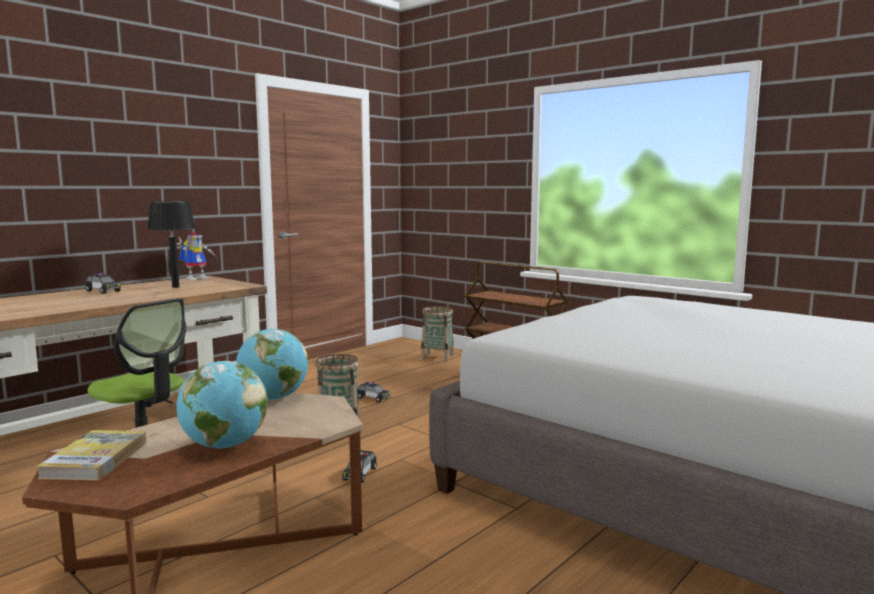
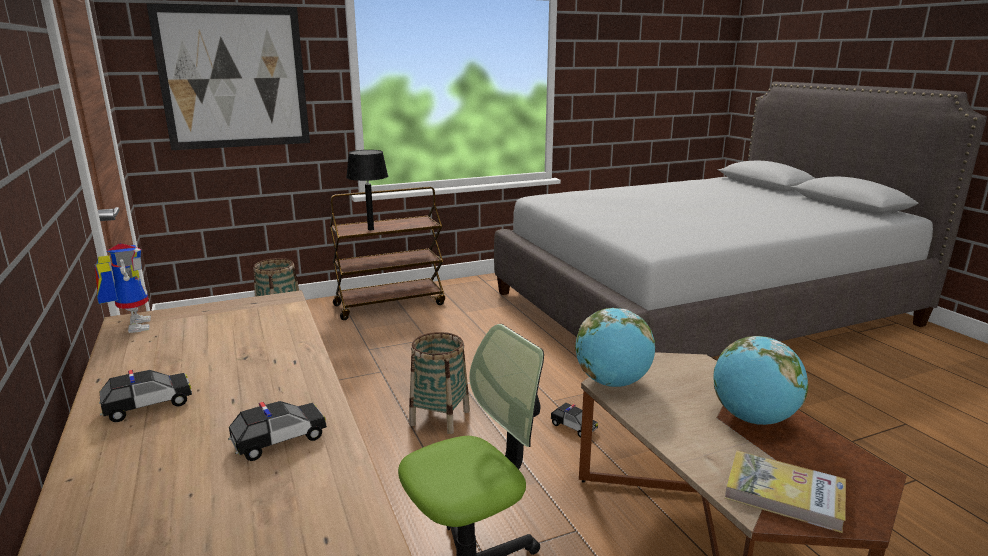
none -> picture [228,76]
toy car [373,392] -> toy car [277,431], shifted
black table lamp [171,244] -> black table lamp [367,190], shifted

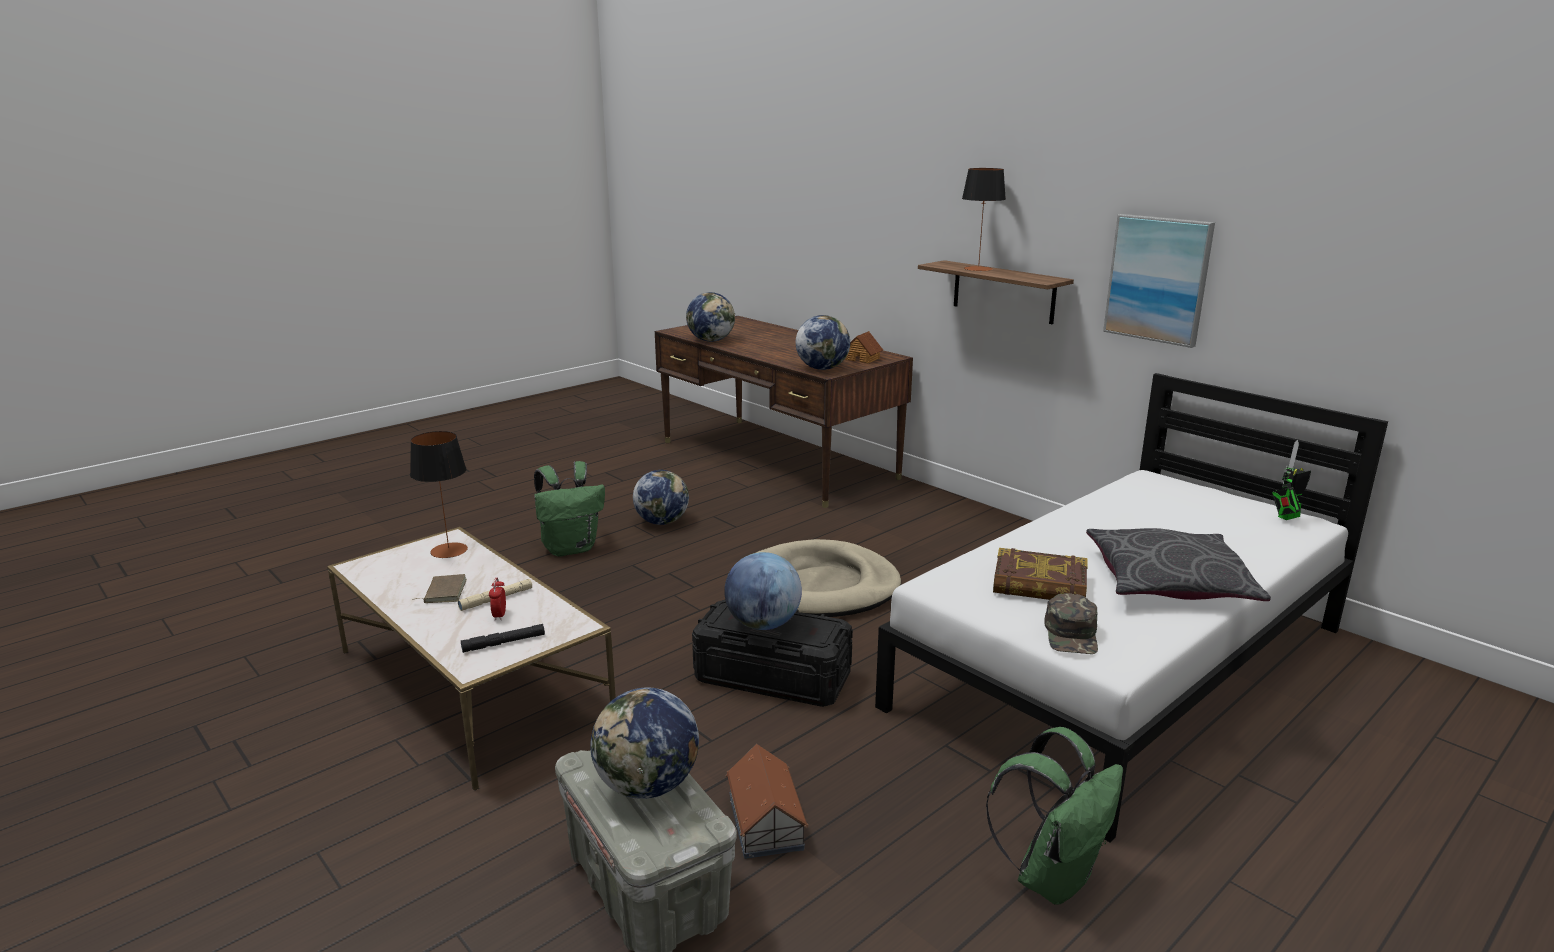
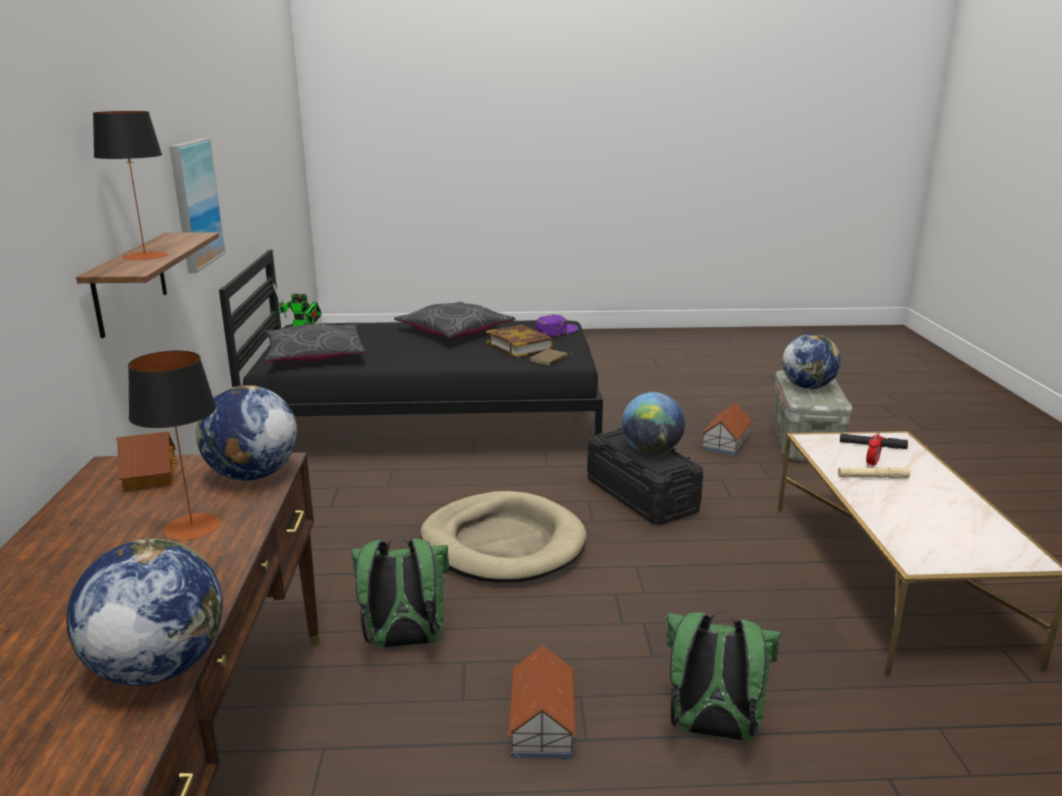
table lamp [439,494] -> table lamp [174,445], shifted
white bed [1131,607] -> black bed [411,343]
none -> grey pillow [315,343]
green backpack [1054,816] -> green backpack [400,592], shifted
globe [661,497] -> toy house [542,702]
brown book [441,588] -> brown book [551,357], shifted
green cap [1071,623] -> purple cap [556,325]

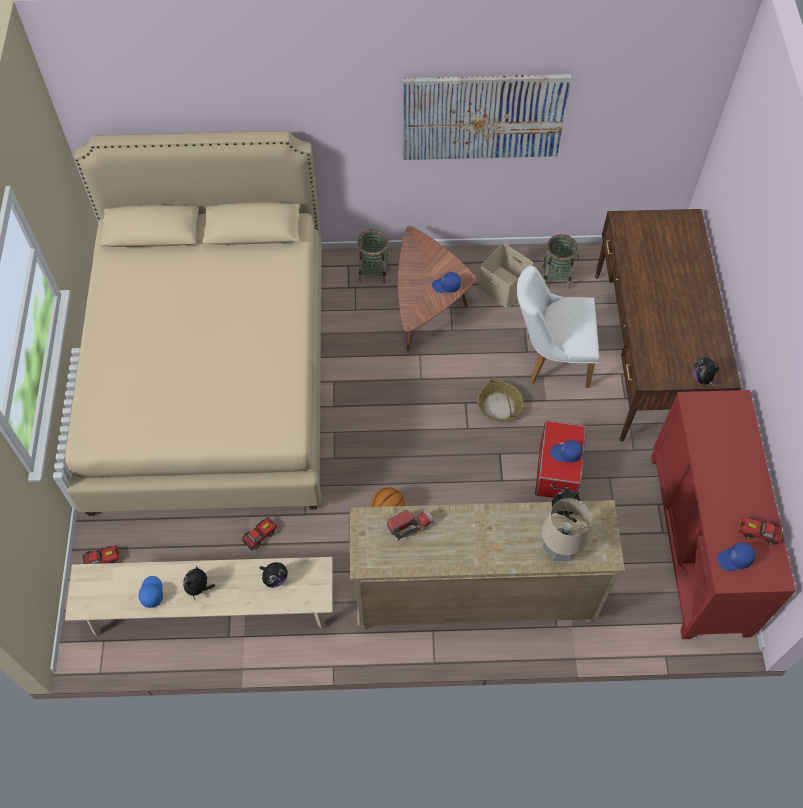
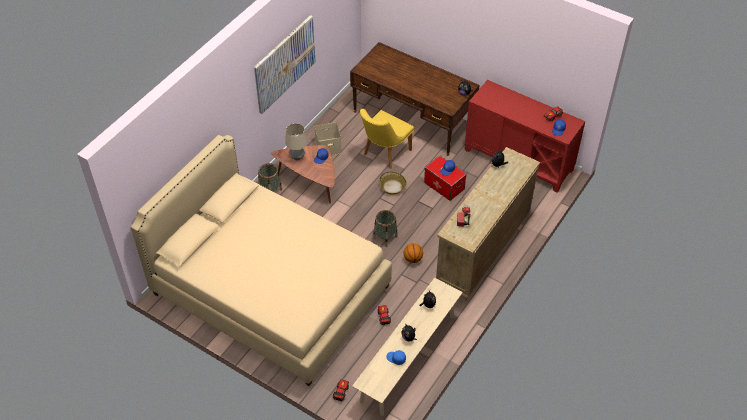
table lamp [566,529] -> table lamp [296,141], shifted
white chair [558,326] -> yellow chair [387,139]
basket [560,261] -> basket [385,228], shifted

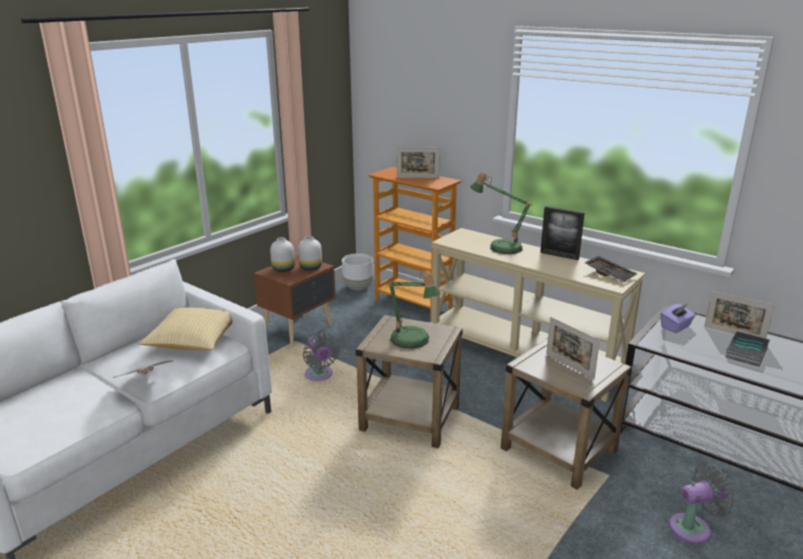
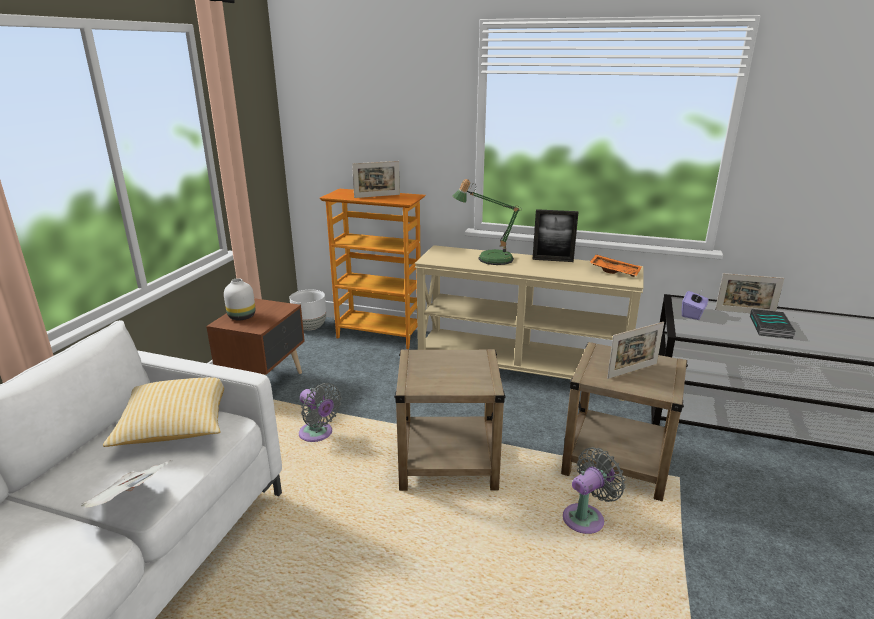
grey fan [702,503] -> grey fan [594,490], shifted
black tray [611,269] -> orange tray [615,265]
picture frame [573,348] -> picture frame [635,350], 60 degrees counterclockwise
white vase [310,253] -> none
table lamp [414,310] -> none

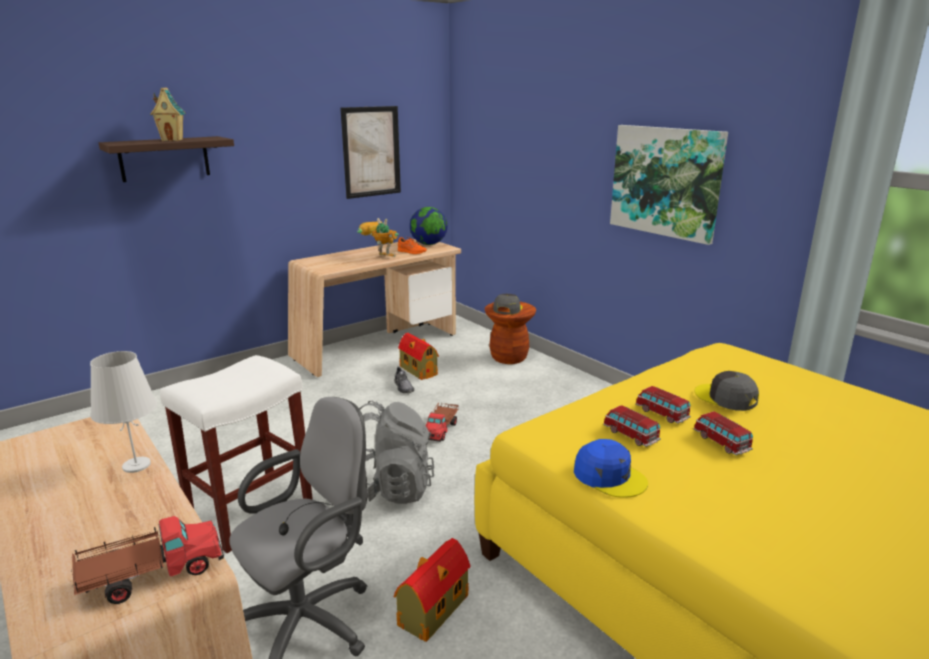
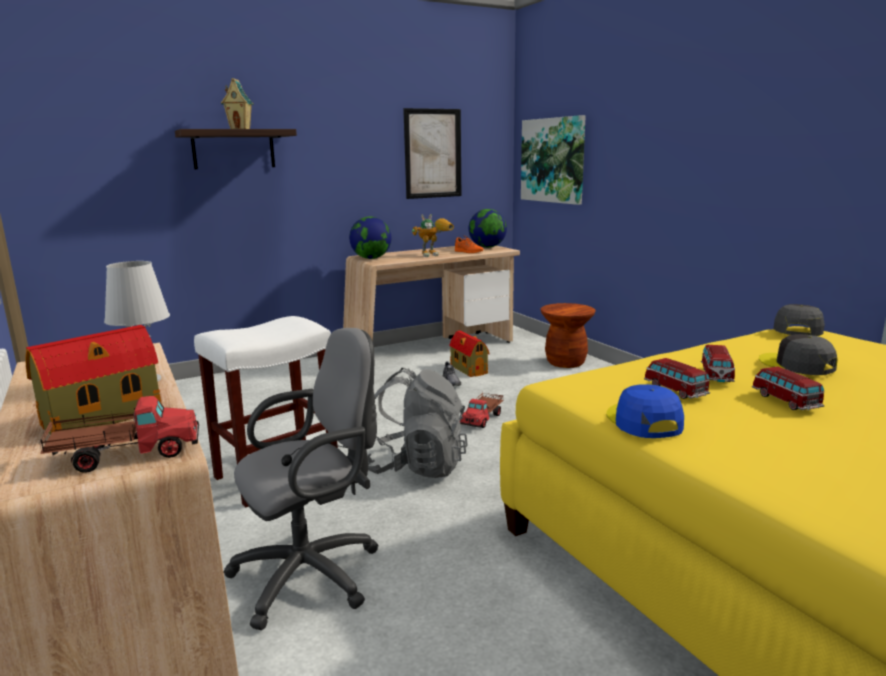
toy house [432,590] -> toy house [93,380], shifted
none -> globe [370,238]
toy robot [378,237] -> toy robot [433,235], 120 degrees clockwise
picture [669,185] -> picture [553,160], shifted
blue cap [611,468] -> blue cap [645,411], 150 degrees counterclockwise
toy car [663,405] -> toy car [718,363], 135 degrees counterclockwise
grey cap [508,304] -> grey cap [799,320], shifted

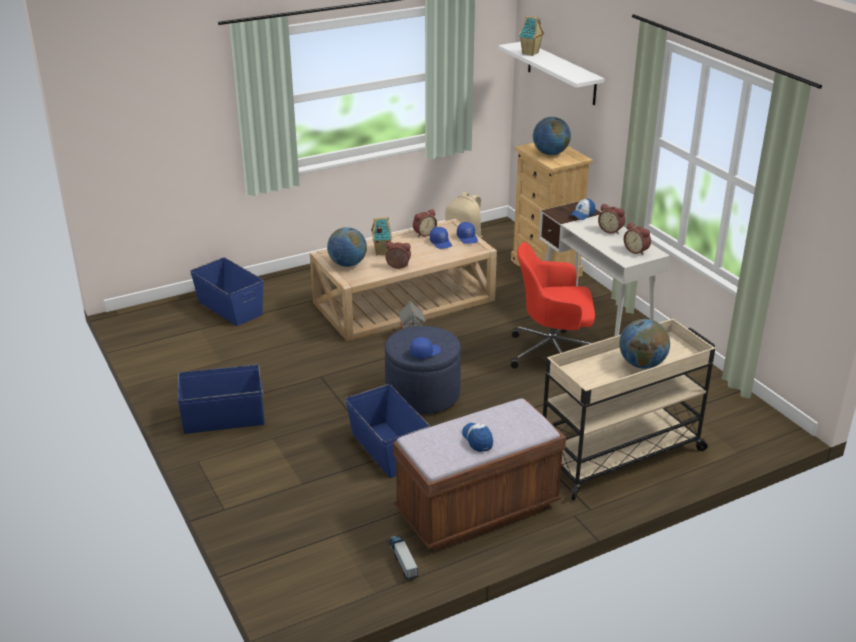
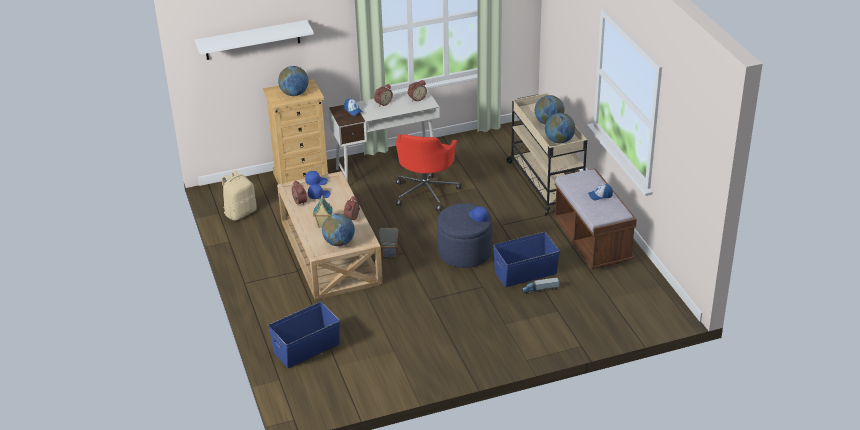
toy truck [403,558] -> toy truck [541,285], shifted
none -> globe [560,128]
blue storage box [221,399] -> none
toy house [531,35] -> none

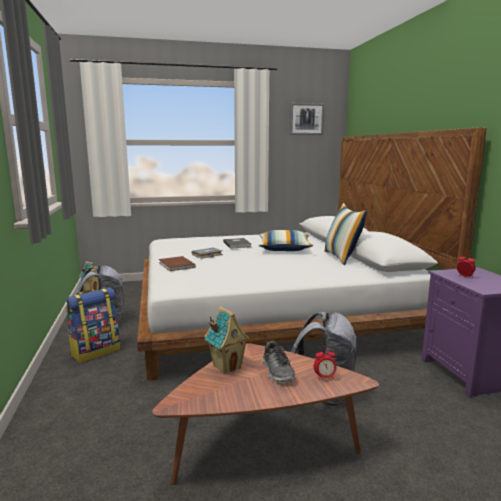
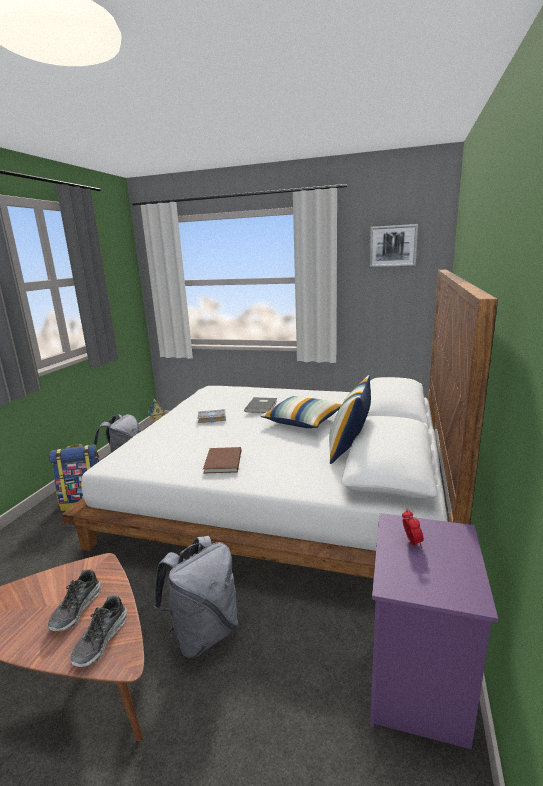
alarm clock [325,364] -> shoe [98,631]
brown book [177,263] -> brown book [222,460], shifted
toy house [227,340] -> none

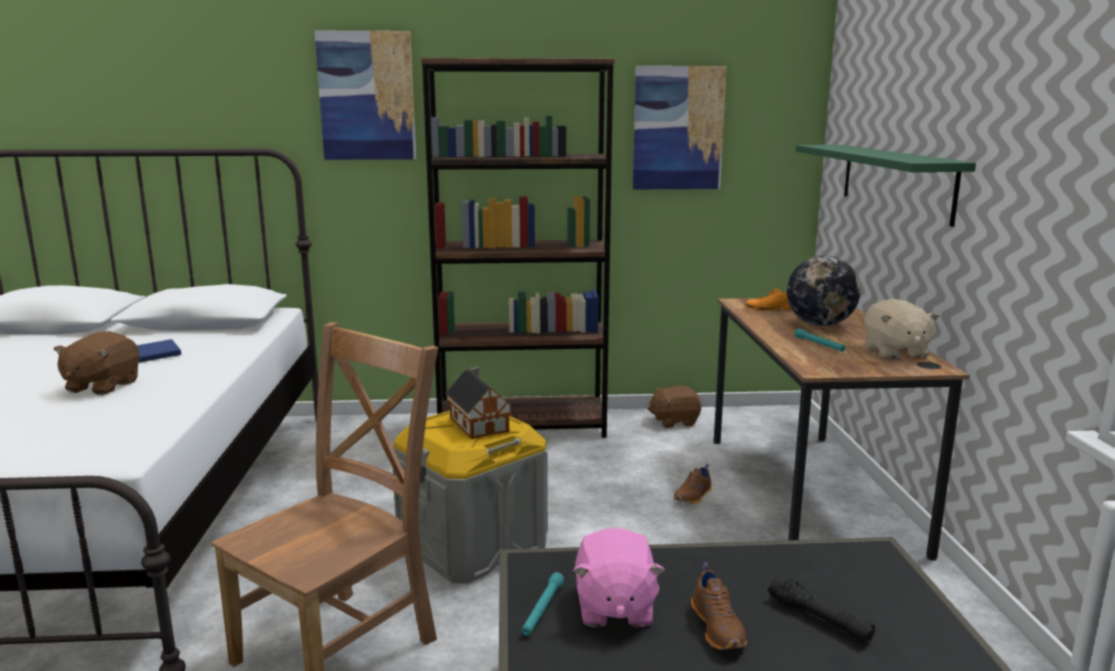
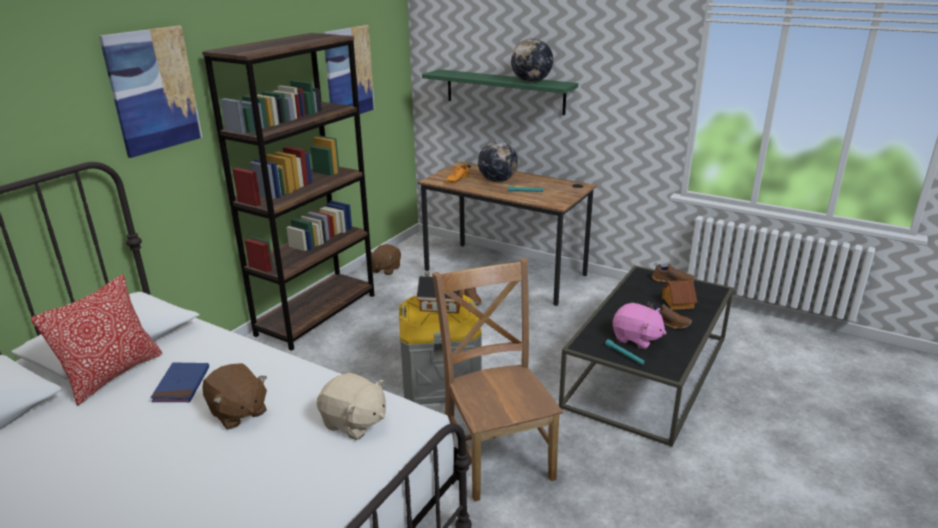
none -> pillow [96,340]
beige plush toy [902,329] -> beige plush toy [351,406], shifted
none -> globe [532,60]
none -> brown shoe [673,272]
black flashlight [821,608] -> toy house [680,295]

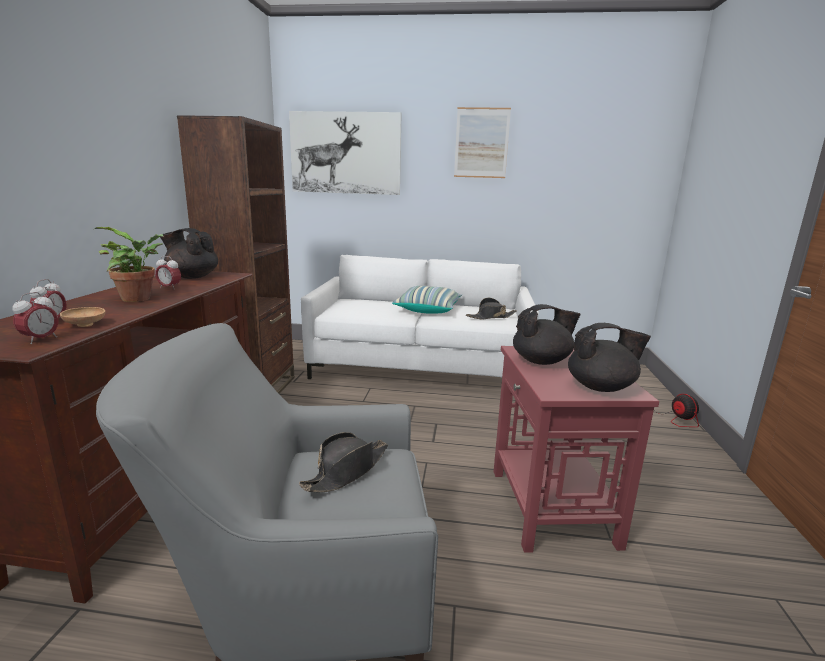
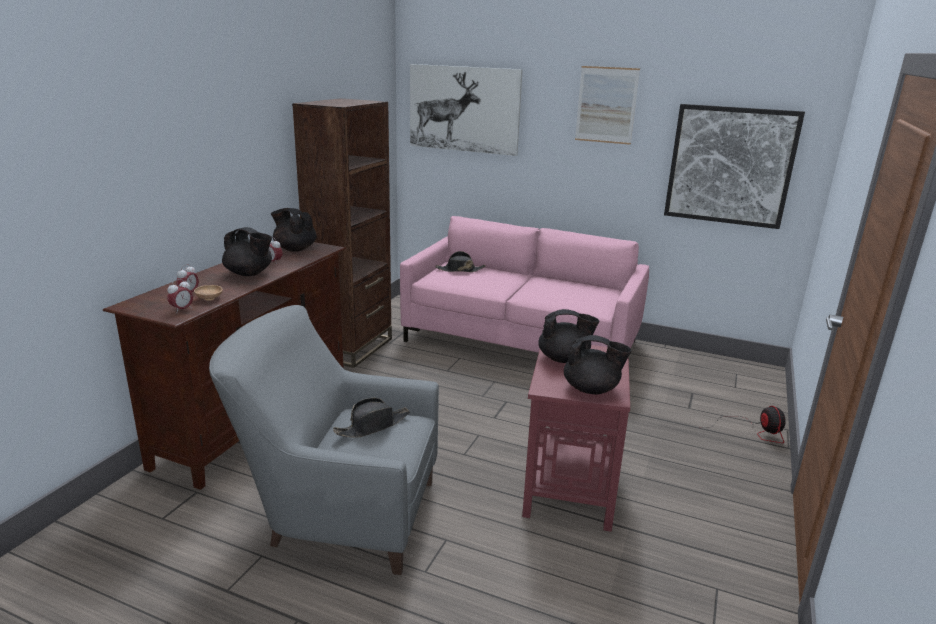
potted plant [128,264] -> black teapot [247,251]
white sofa [420,317] -> pink sofa [524,284]
black hat [491,308] -> black hat [460,261], shifted
none -> picture [734,166]
pillow [427,300] -> none

